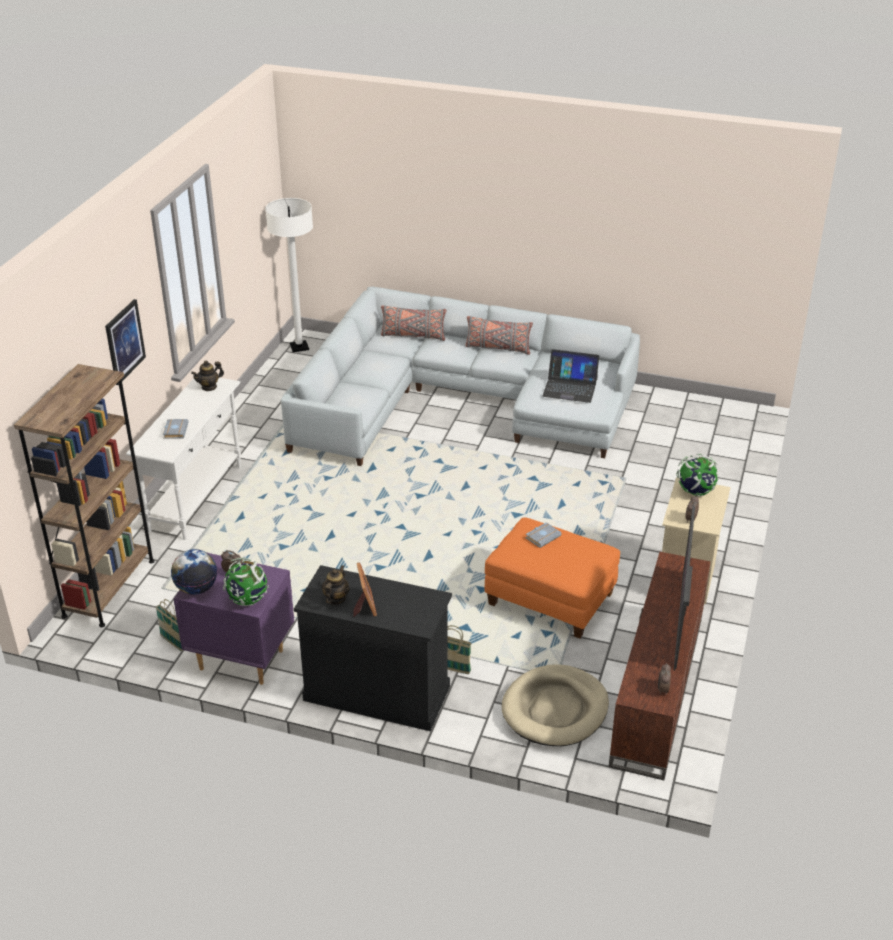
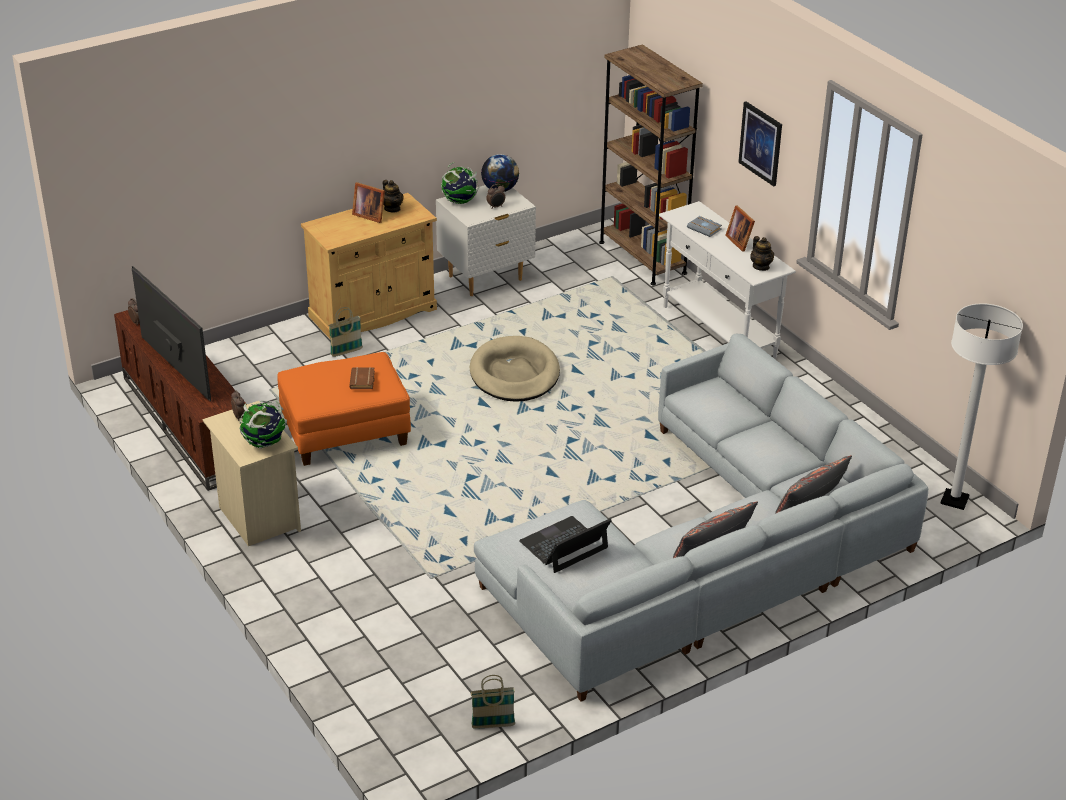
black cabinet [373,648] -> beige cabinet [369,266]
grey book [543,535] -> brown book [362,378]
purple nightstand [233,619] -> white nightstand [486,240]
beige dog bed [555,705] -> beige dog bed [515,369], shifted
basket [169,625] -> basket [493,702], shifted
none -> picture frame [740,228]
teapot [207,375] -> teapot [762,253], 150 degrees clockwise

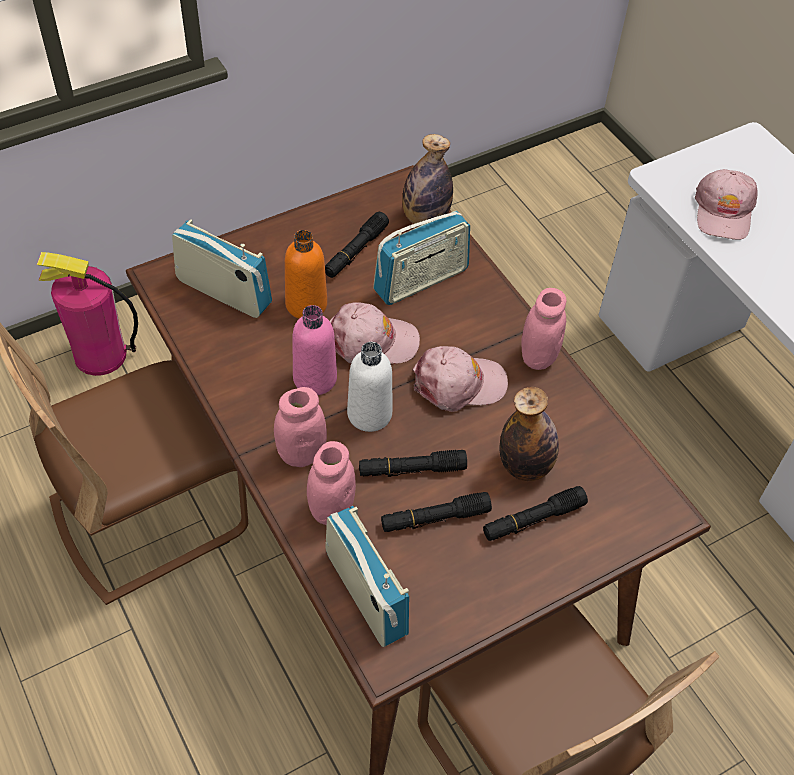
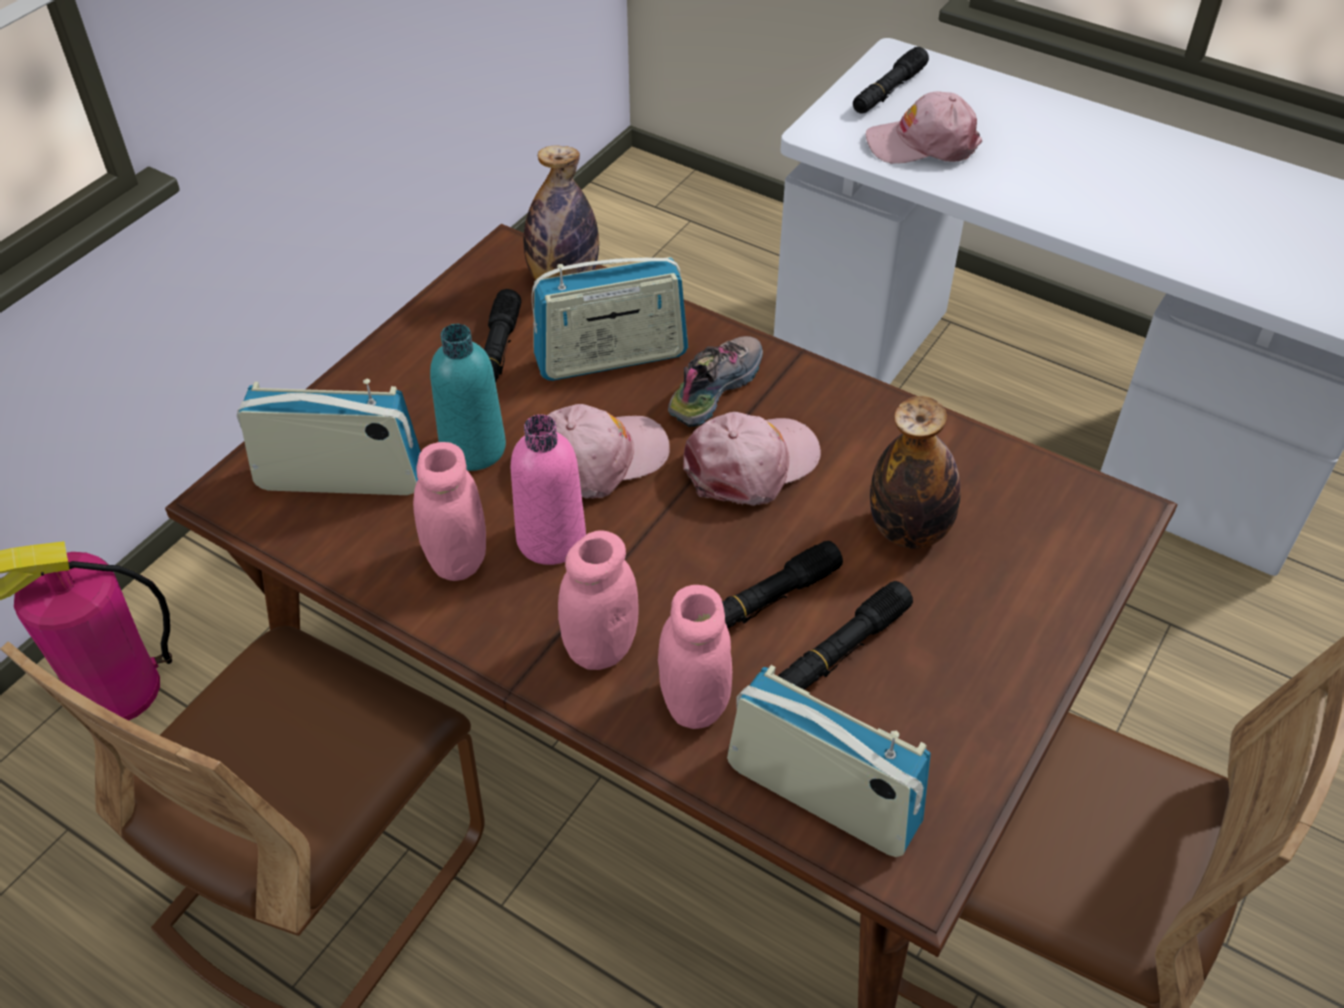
pink jar [543,329] -> pink jar [449,511], shifted
orange bottle [306,274] -> turquoise bottle [468,397]
radio [421,258] -> radio [610,319], 45 degrees clockwise
none -> shoe [715,381]
black flashlight [535,513] -> black flashlight [891,80], shifted
pink cap [726,204] -> pink cap [924,127], 105 degrees clockwise
white bottle [369,387] -> none

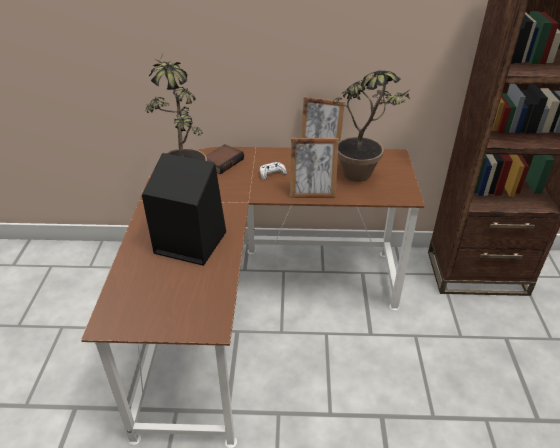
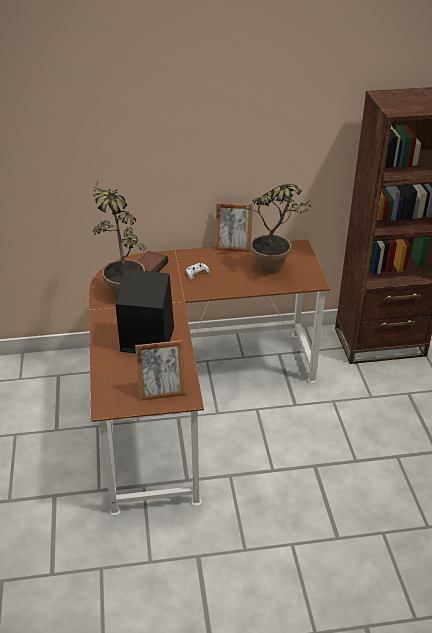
picture frame [314,168] -> picture frame [160,370], shifted

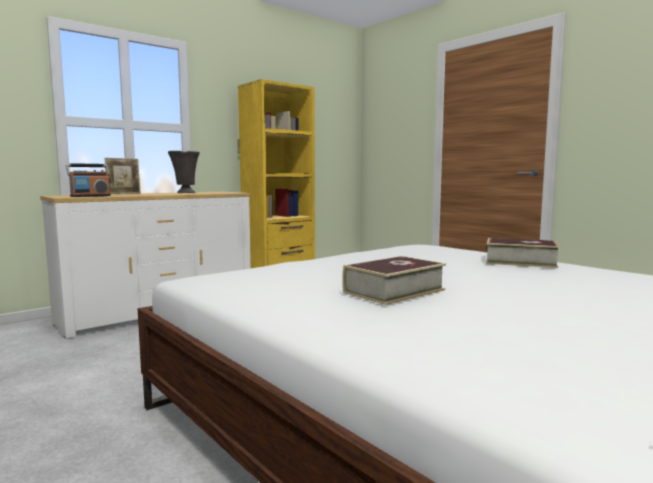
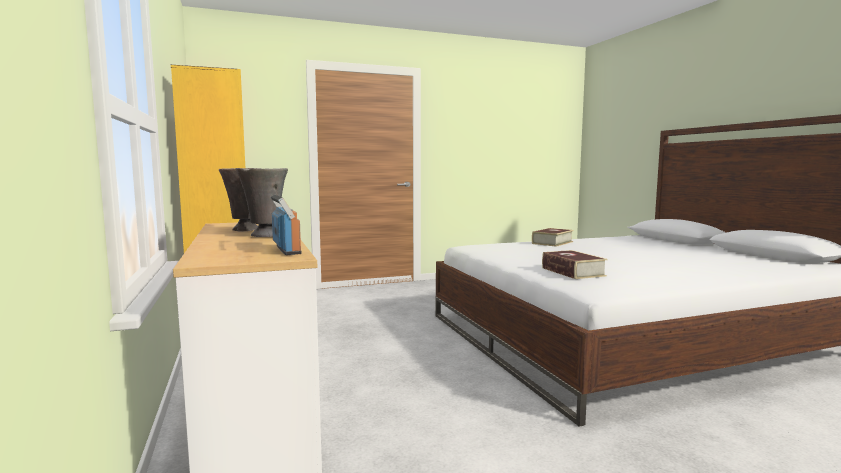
none -> grey vase [262,202]
book [394,280] -> book [575,264], shifted
picture frame [122,176] -> none

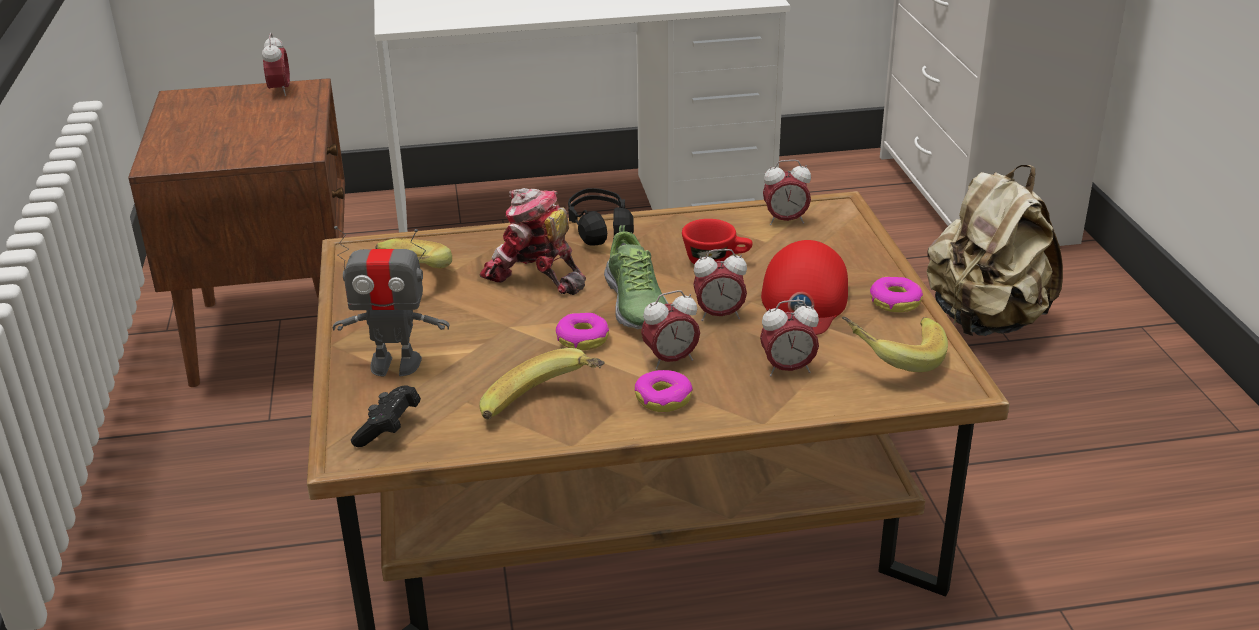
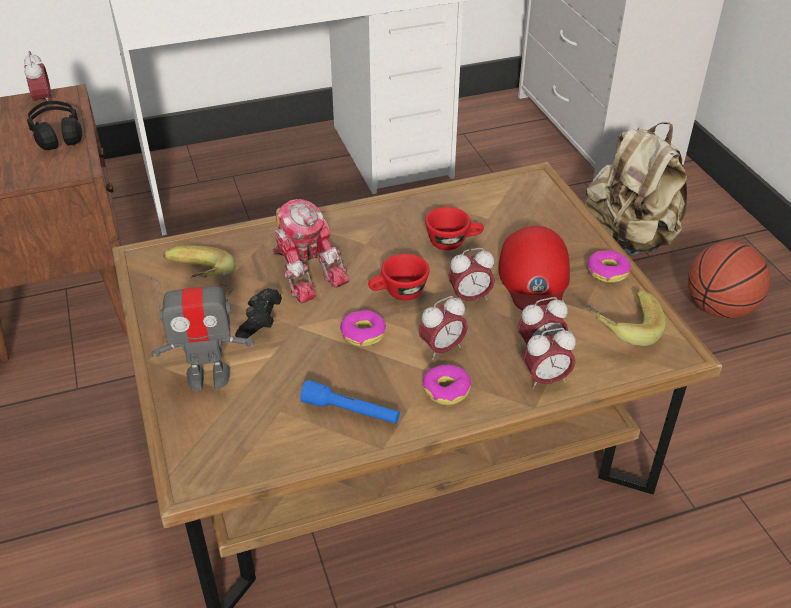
black headphones [601,217] -> black headphones [54,125], shifted
black game controller [386,416] -> black game controller [258,313], shifted
toy robot [533,241] -> toy robot [311,251], 150 degrees counterclockwise
banana [542,384] -> blue flashlight [350,402]
shoe [636,277] -> red cup [399,277]
alarm clock [787,192] -> alarm clock [549,358], shifted
none -> basketball [729,280]

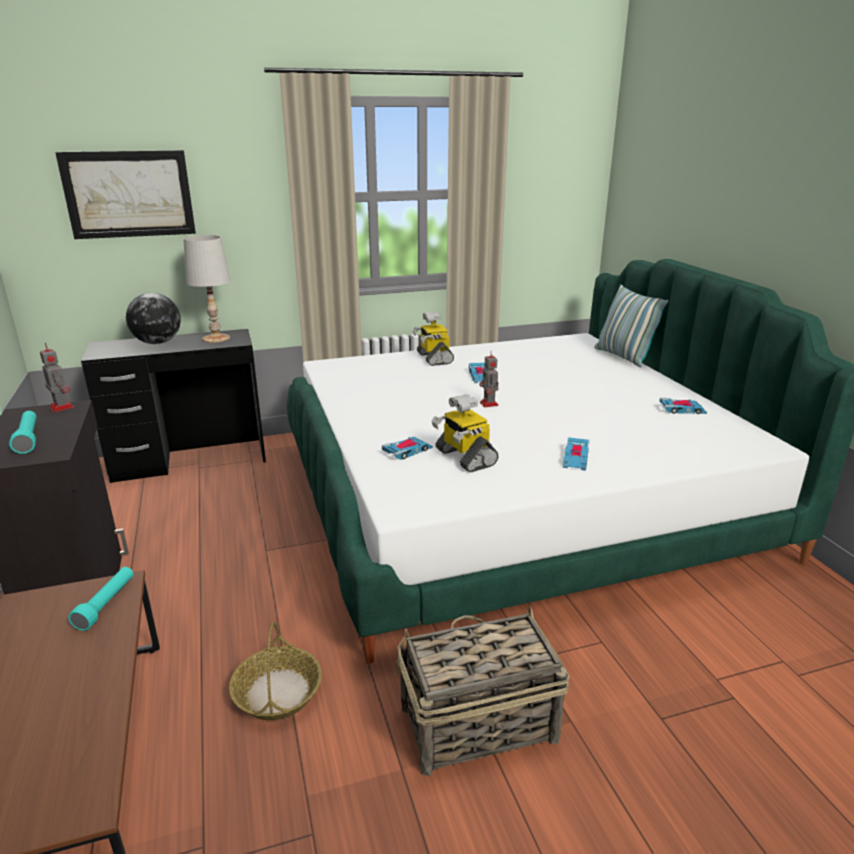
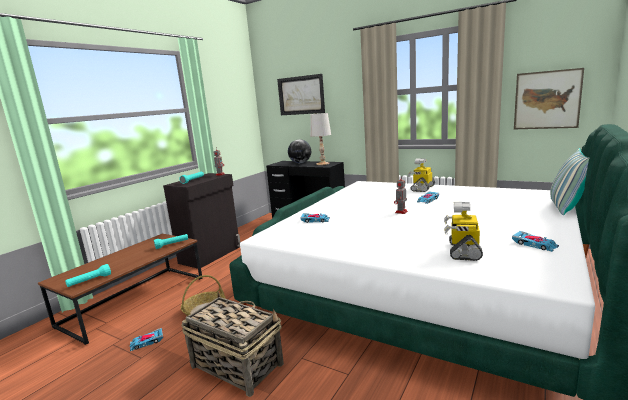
none -> turquoise flashlight [88,275]
toy car [576,454] -> toy car [146,339], shifted
toy robot [465,434] -> toy robot [463,231], shifted
none -> picture [549,98]

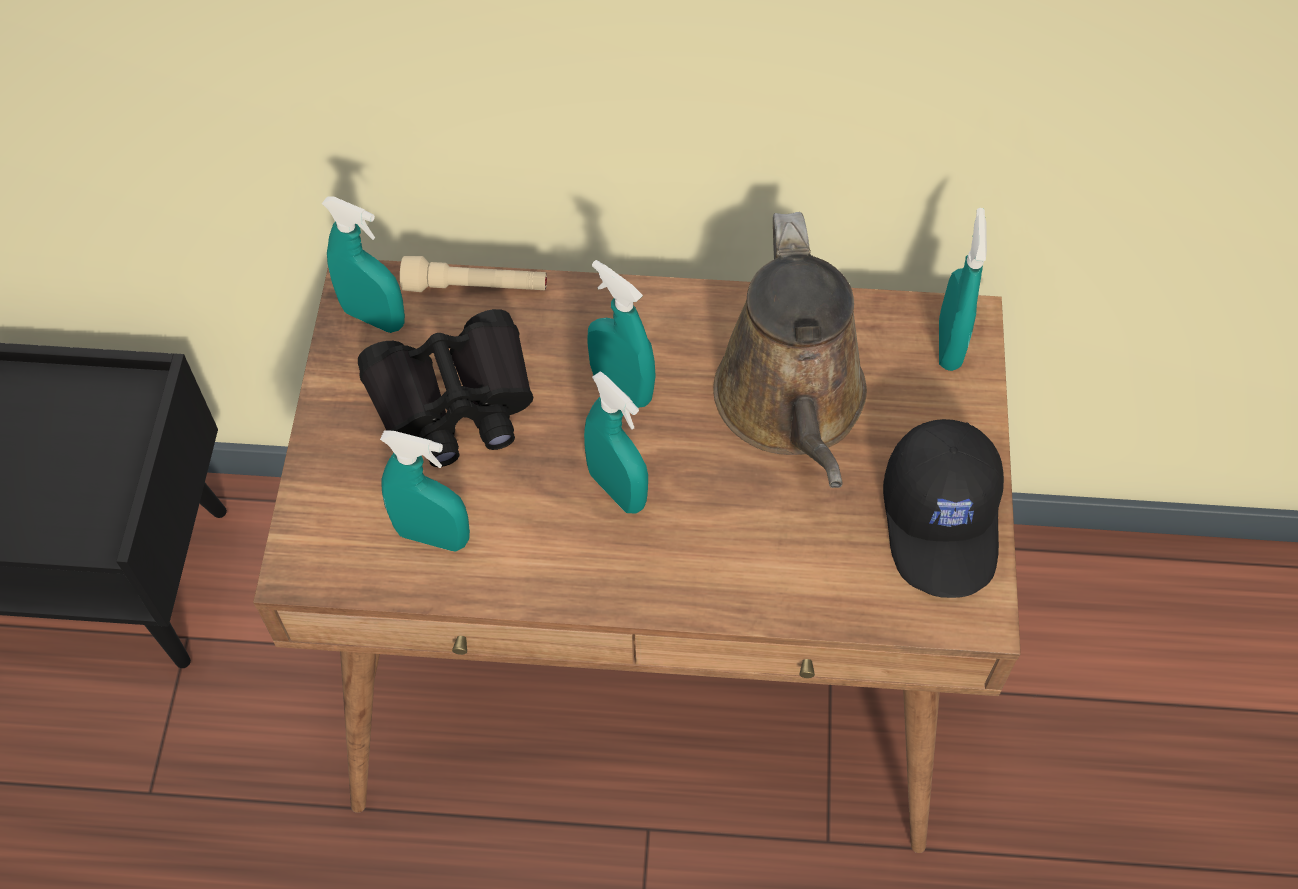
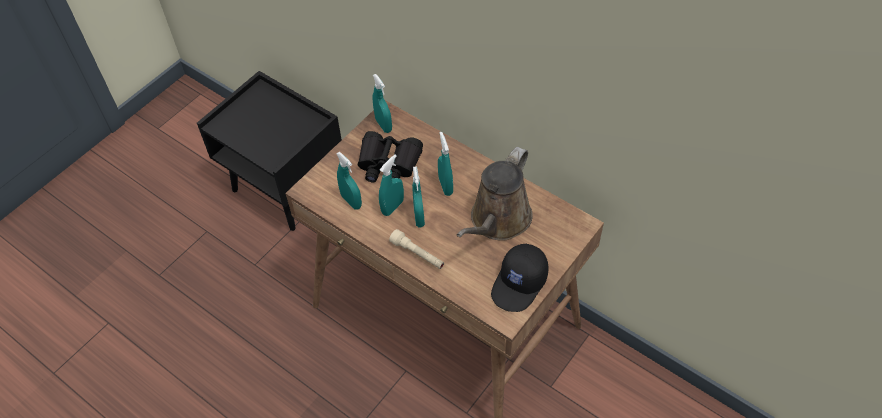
turquoise spray bottle [963,289] -> turquoise spray bottle [391,185], shifted
beige flashlight [473,274] -> beige flashlight [416,249], shifted

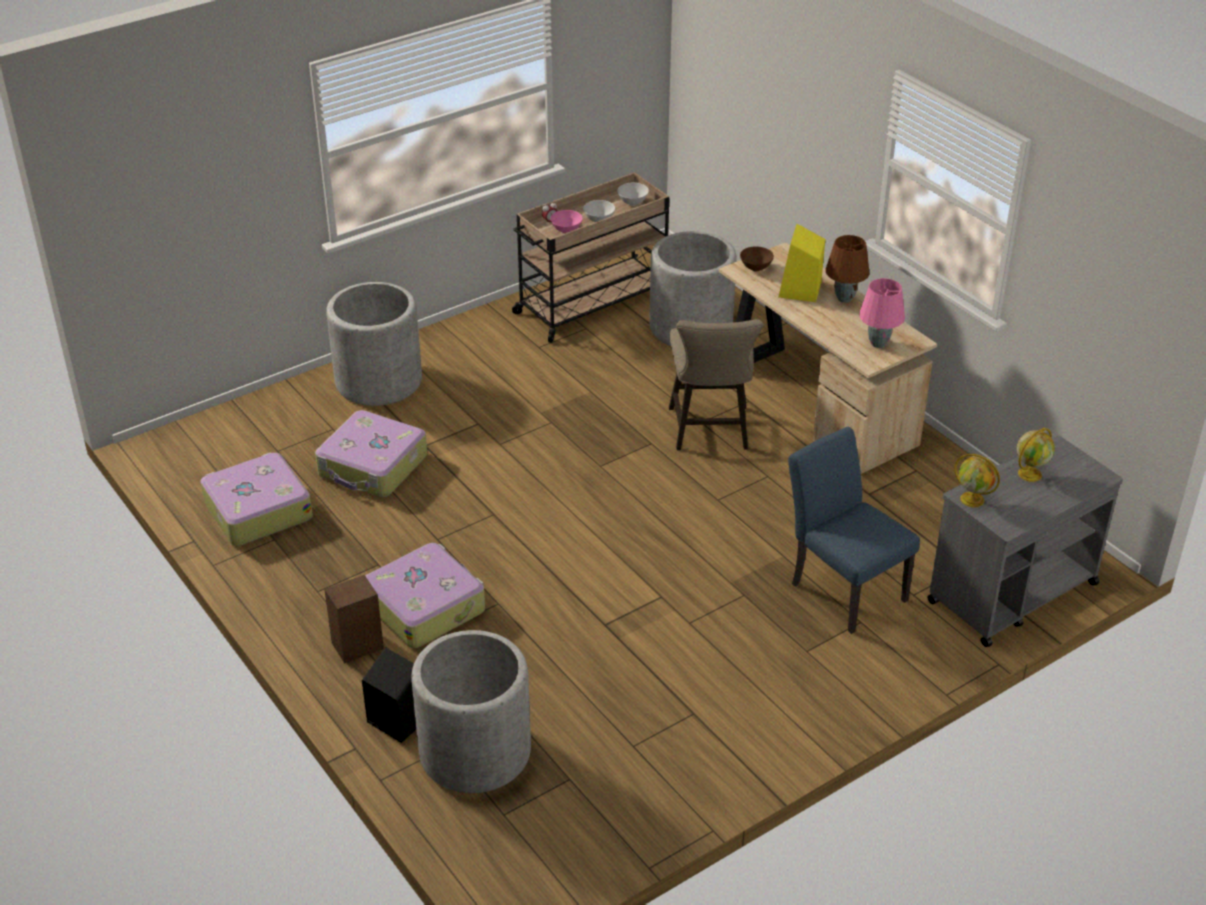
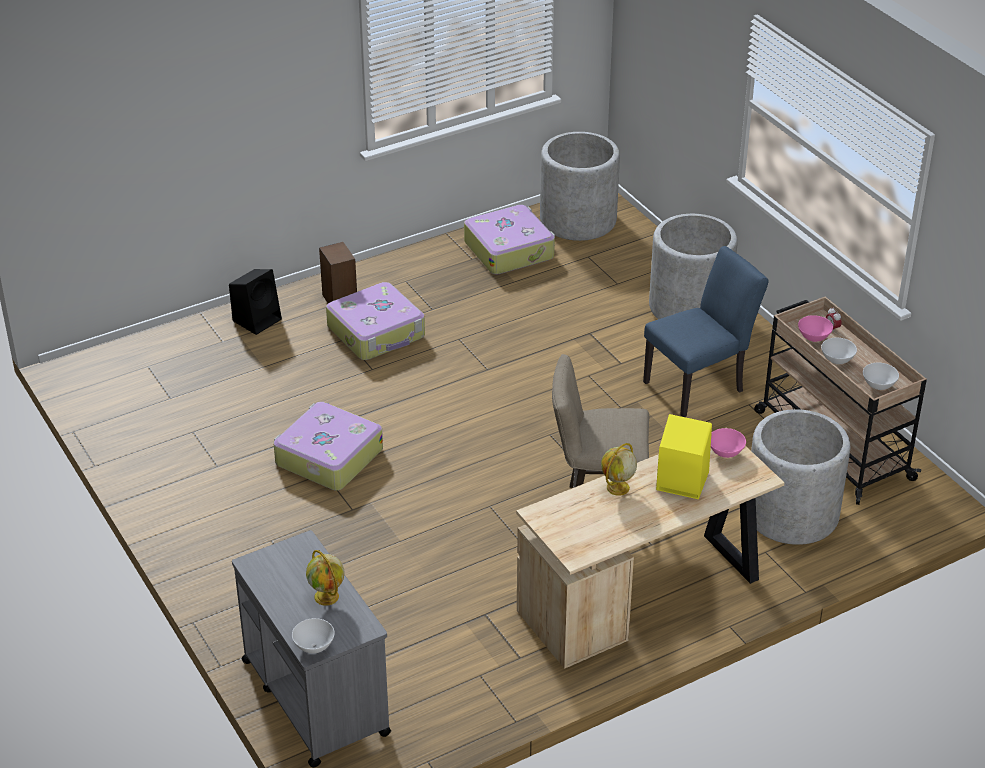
suitcase [371,453] -> suitcase [328,446], shifted
none -> white bowl [313,635]
grey planter [471,711] -> grey planter [580,186], shifted
globe [977,480] -> globe [619,469], shifted
blue chair [854,530] -> blue chair [706,331], shifted
brown bowl [757,258] -> pink bowl [728,443]
brown table lamp [847,269] -> none
pink table lamp [882,313] -> none

